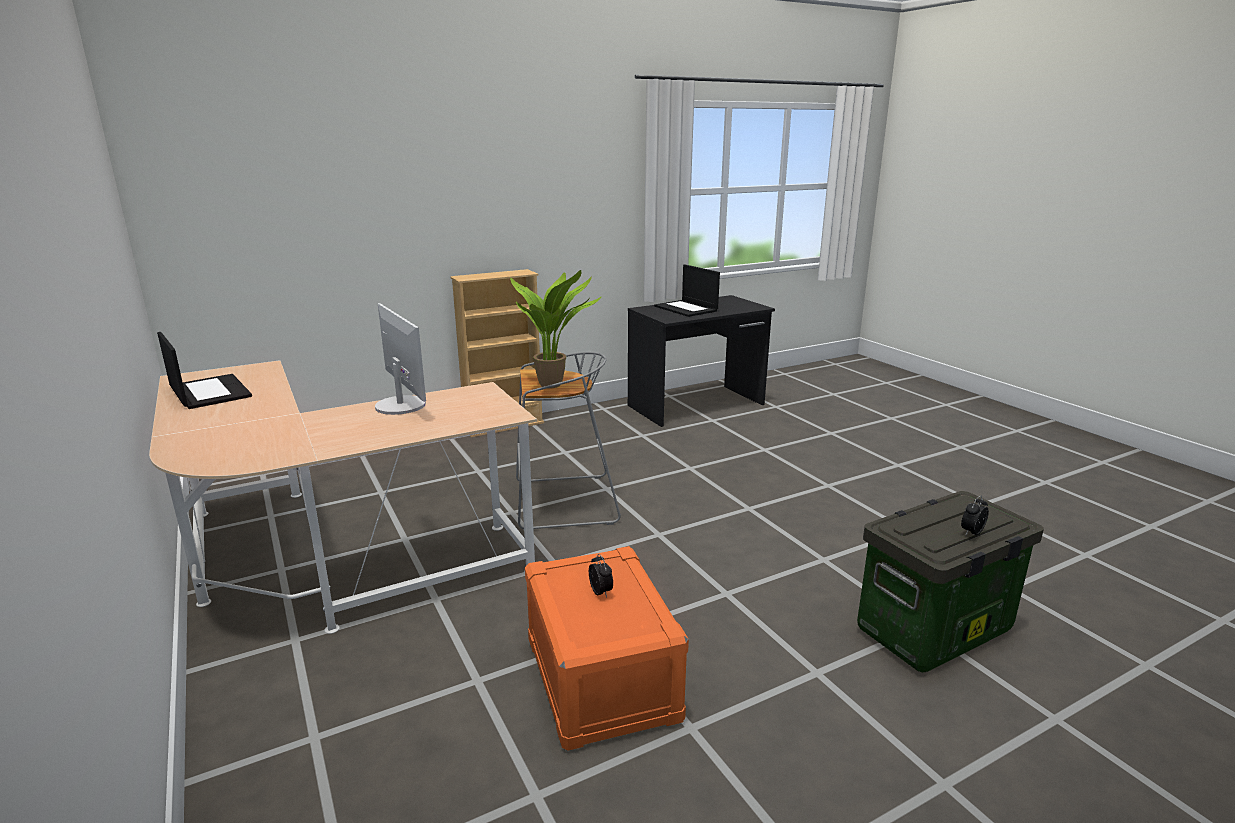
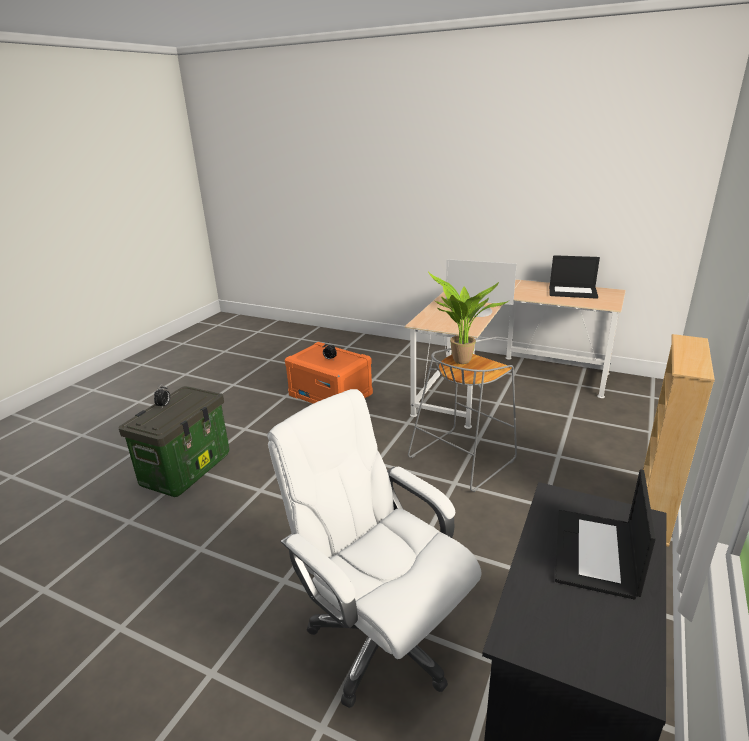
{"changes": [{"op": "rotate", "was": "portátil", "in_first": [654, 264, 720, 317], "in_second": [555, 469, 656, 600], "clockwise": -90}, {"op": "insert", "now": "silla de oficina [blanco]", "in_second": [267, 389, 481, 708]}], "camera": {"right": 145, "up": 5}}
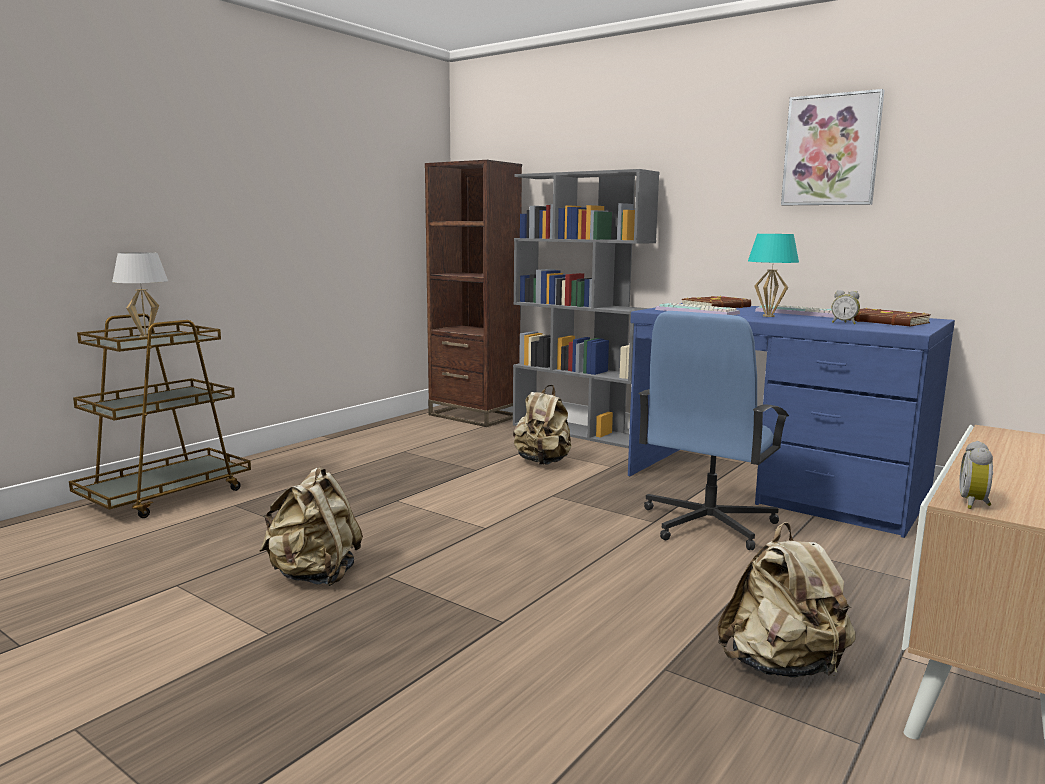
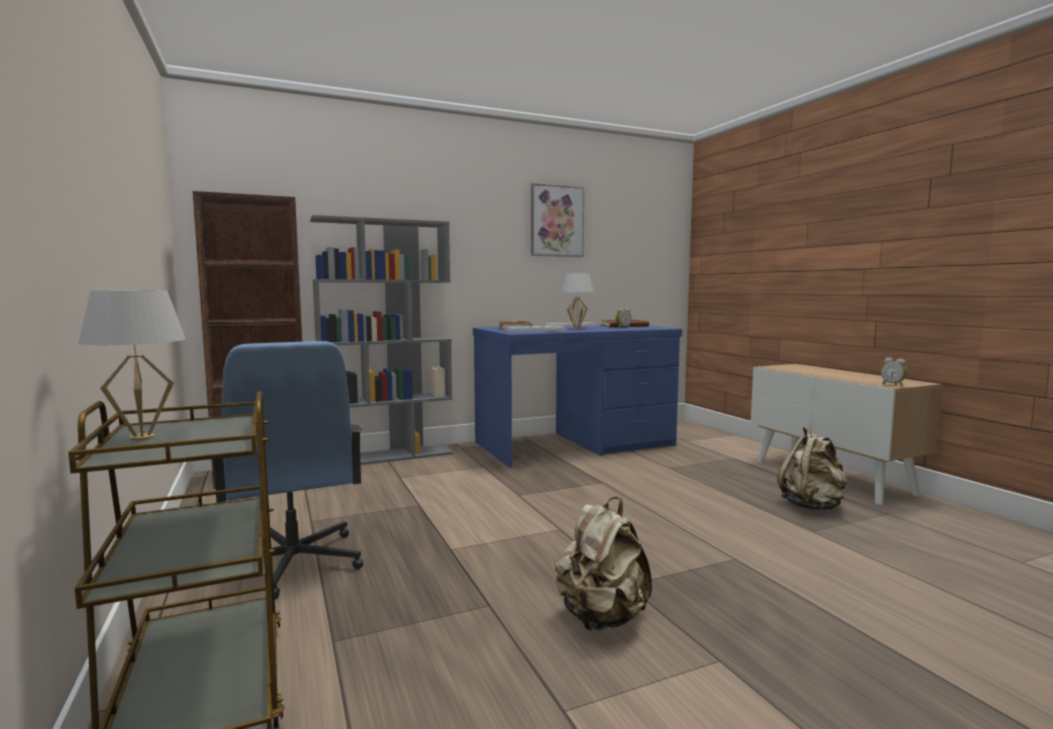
{"changes": [{"op": "recolor", "was": "lámpara de mesa [turquesa]", "now": "lámpara de mesa [blanco]", "in_first": [748, 234, 799, 317], "in_second": [561, 273, 594, 329]}, {"op": "move", "was": "silla de oficina [azul]", "in_first": [638, 311, 789, 550], "in_second": [213, 341, 363, 600]}, {"op": "delete", "was": "mochila [beis]", "in_first": [513, 385, 572, 465]}], "camera": {"right": -60, "up": -5}}
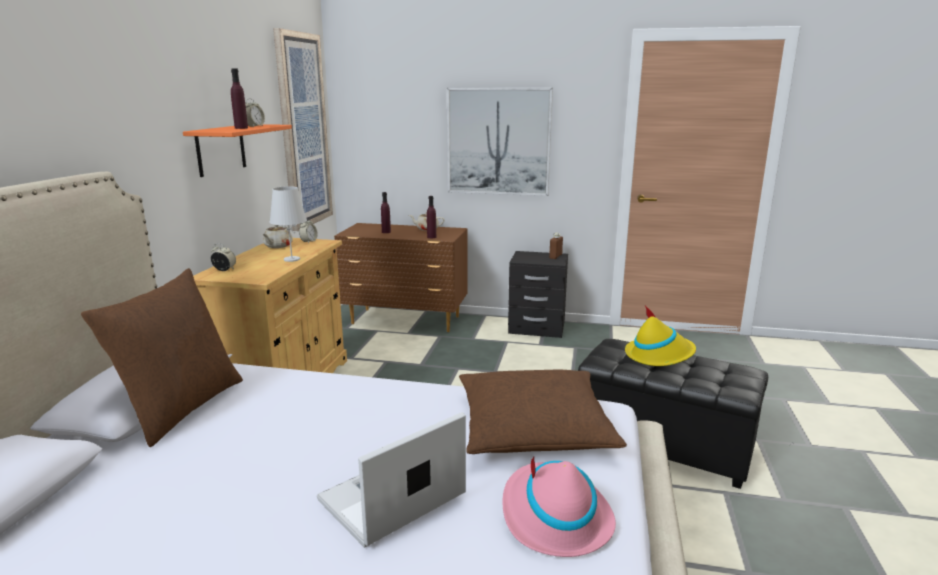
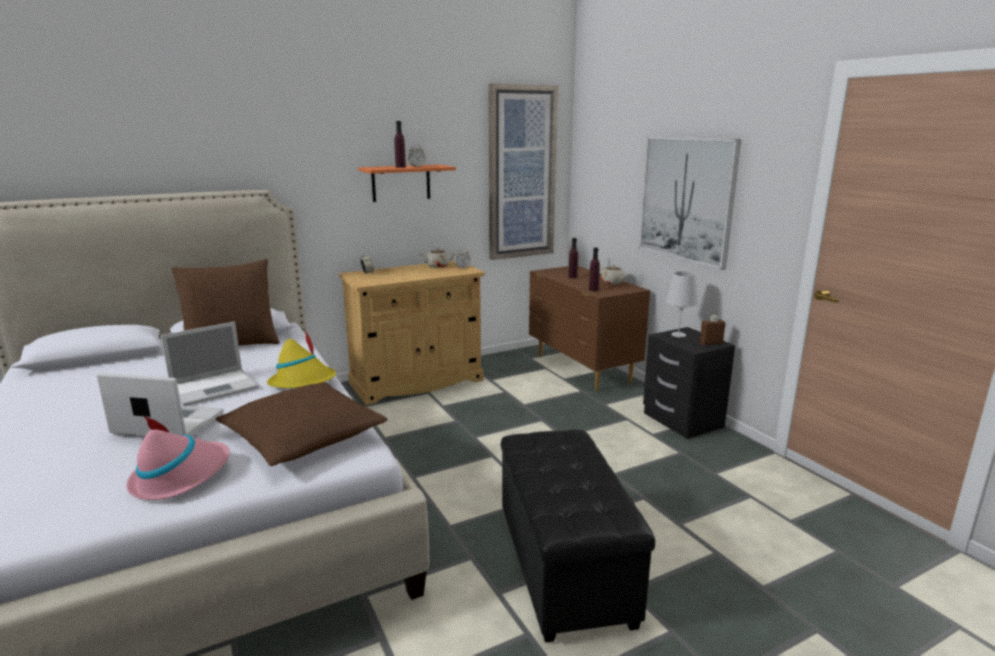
{"changes": [{"op": "move", "was": "lámpara de mesa [blanco]", "in_first": [269, 186, 307, 262], "in_second": [666, 271, 699, 338]}, {"op": "move", "was": "sombrero [amarillo]", "in_first": [625, 306, 696, 366], "in_second": [267, 329, 336, 388]}, {"op": "insert", "now": "portátil", "in_second": [161, 322, 258, 406]}], "camera": {"right": 50, "up": 0}}
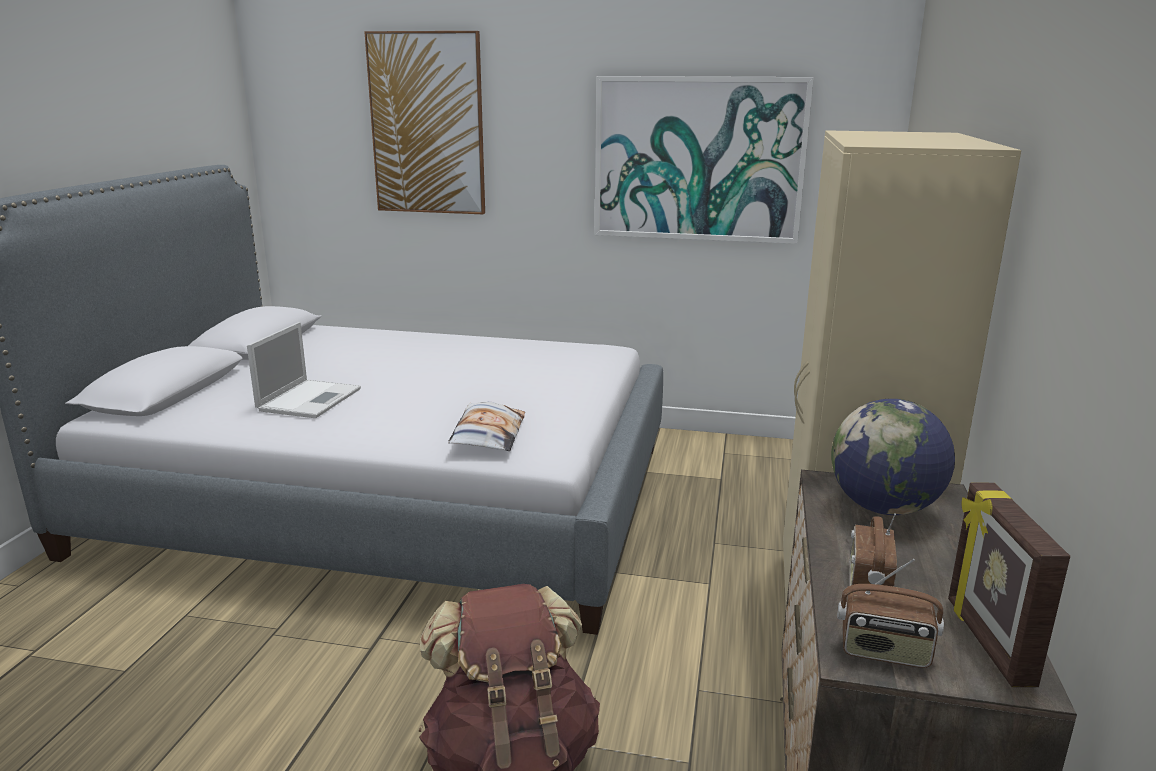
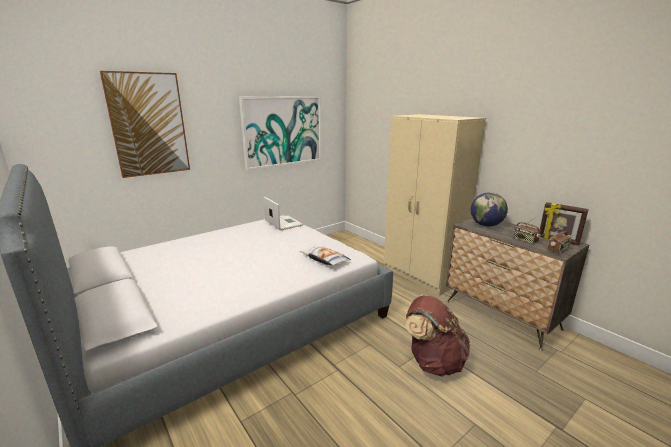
{"changes": [{"op": "move", "was": "portátil", "in_first": [247, 322, 361, 418], "in_second": [264, 197, 303, 231]}], "camera": {"right": -50, "up": 0}}
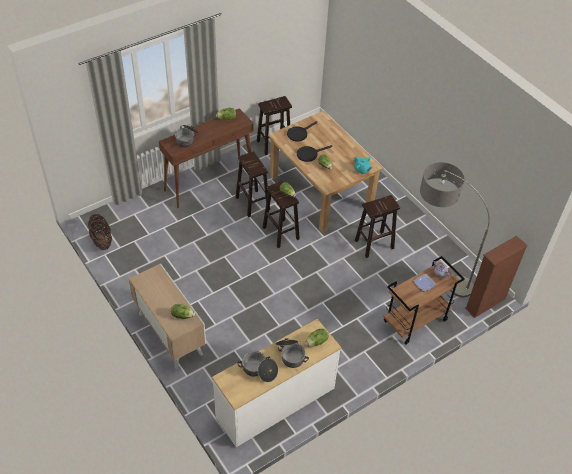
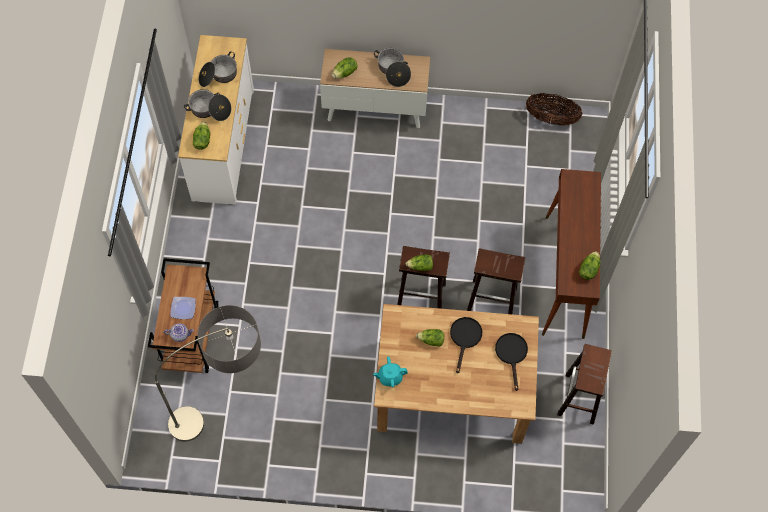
{"changes": [{"op": "move", "was": "olla", "in_first": [175, 125, 200, 147], "in_second": [374, 48, 411, 87]}, {"op": "delete", "was": "taburete [marrón]", "in_first": [355, 195, 400, 258]}, {"op": "delete", "was": "estantería [marrón]", "in_first": [465, 236, 528, 318]}], "camera": {"right": 130, "up": 15}}
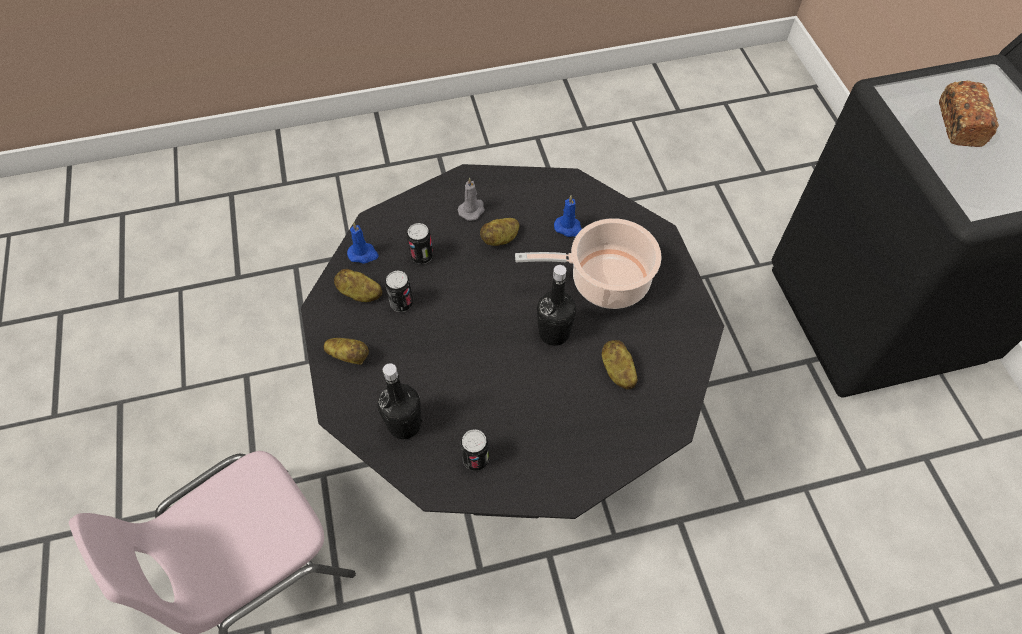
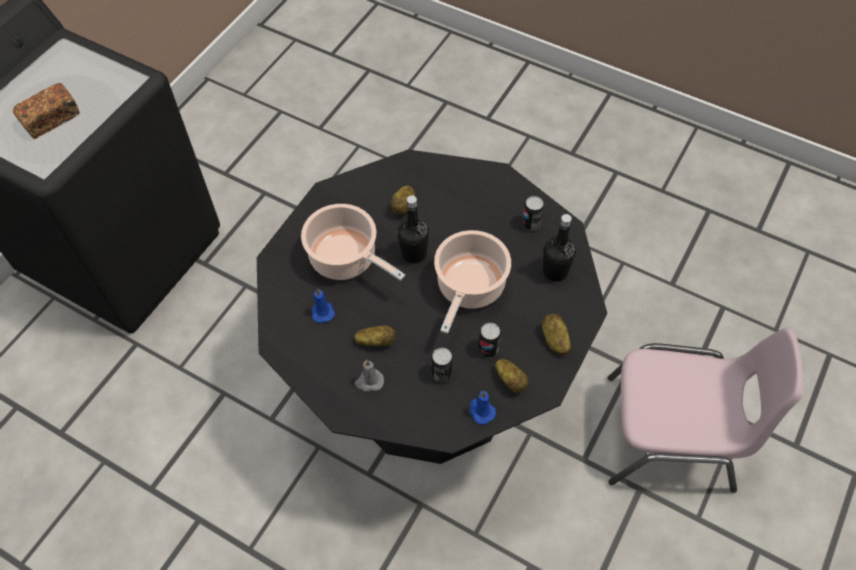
{"changes": [{"op": "insert", "now": "olla", "in_second": [434, 230, 511, 334]}], "camera": {"right": -135, "up": 0}}
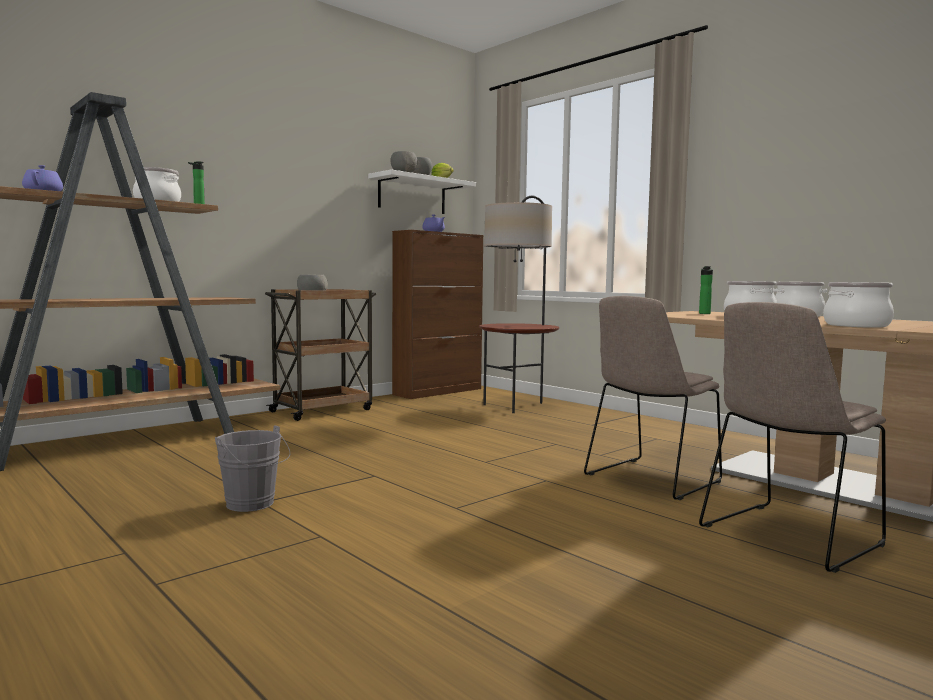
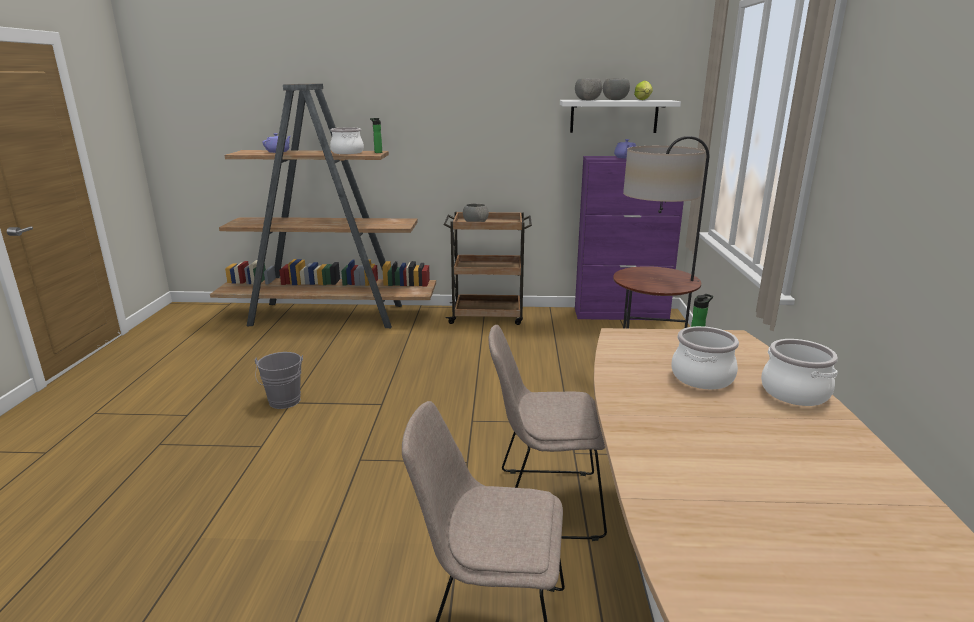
{"changes": [{"op": "recolor", "was": "armario [marrón]", "now": "armario [morado]", "in_first": [392, 230, 483, 399], "in_second": [575, 156, 684, 320]}, {"op": "delete", "was": "olla", "in_first": [823, 282, 894, 328]}], "camera": {"right": 45, "up": 15}}
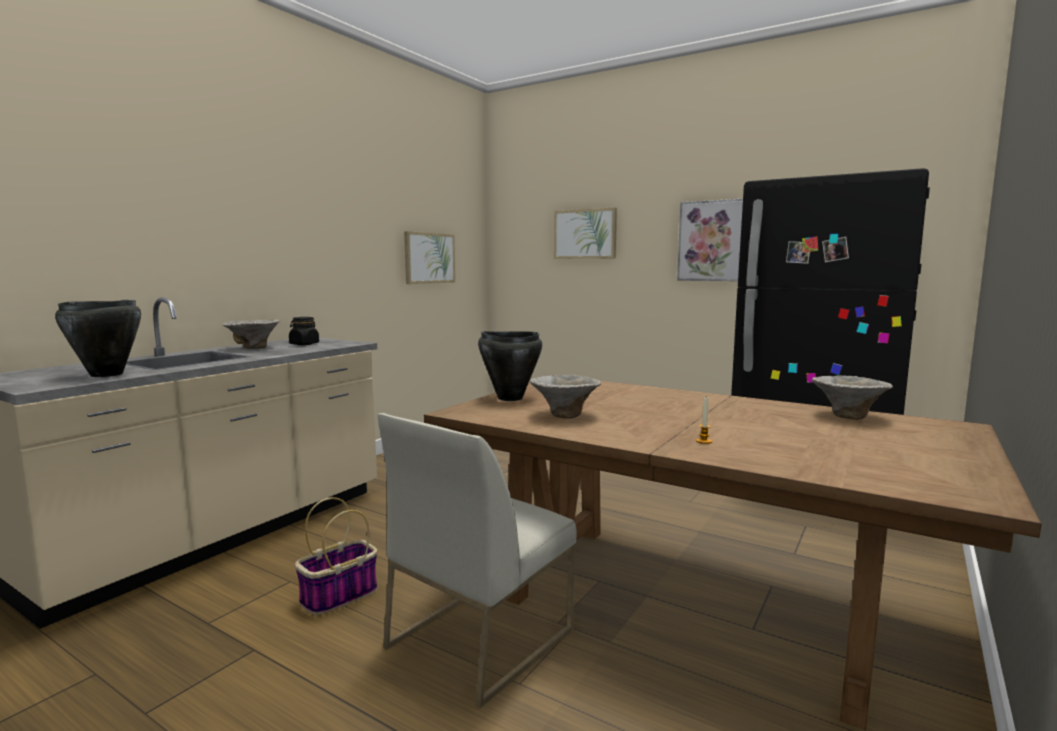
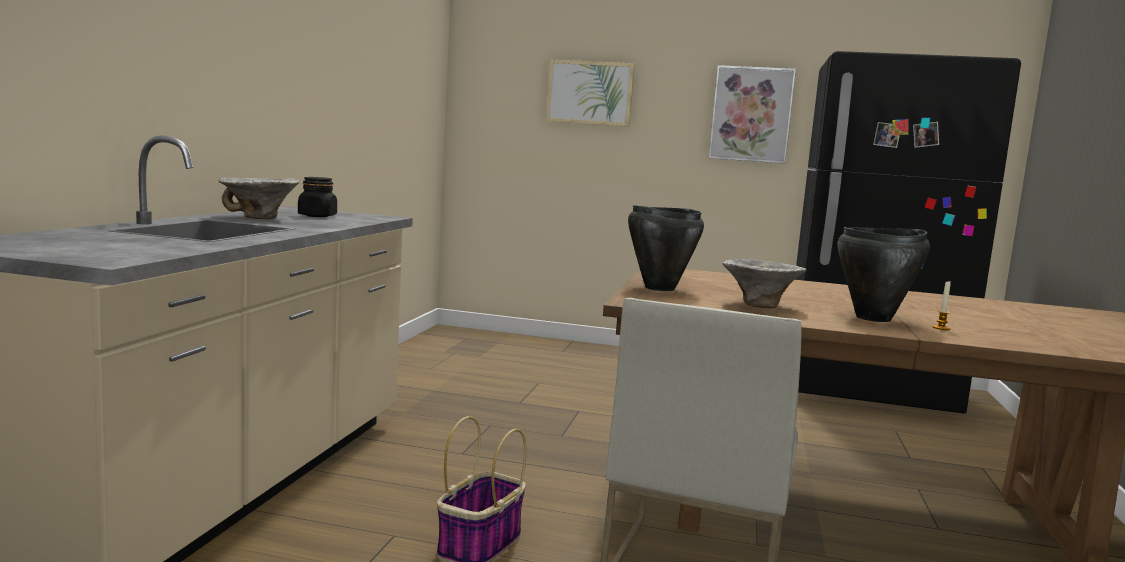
{"changes": [{"op": "delete", "was": "cuadro", "in_first": [404, 231, 455, 284]}, {"op": "move", "was": "olla [negro]", "in_first": [55, 300, 141, 377], "in_second": [838, 227, 930, 322]}, {"op": "delete", "was": "cuenco", "in_first": [812, 375, 893, 420]}], "camera": {"right": -20, "up": 0}}
